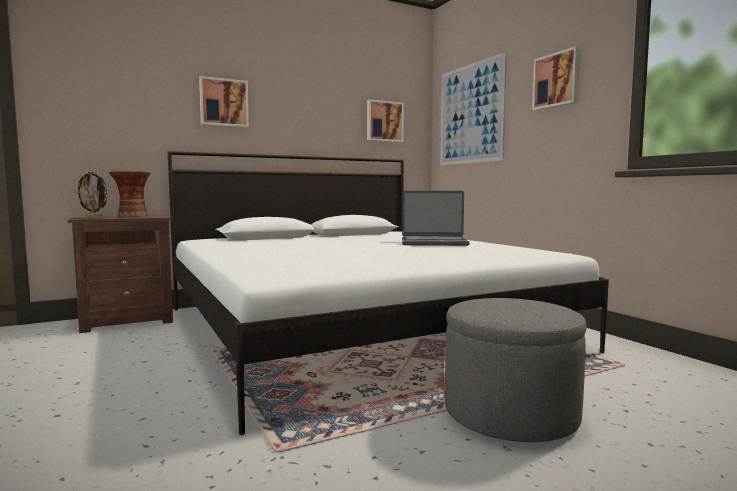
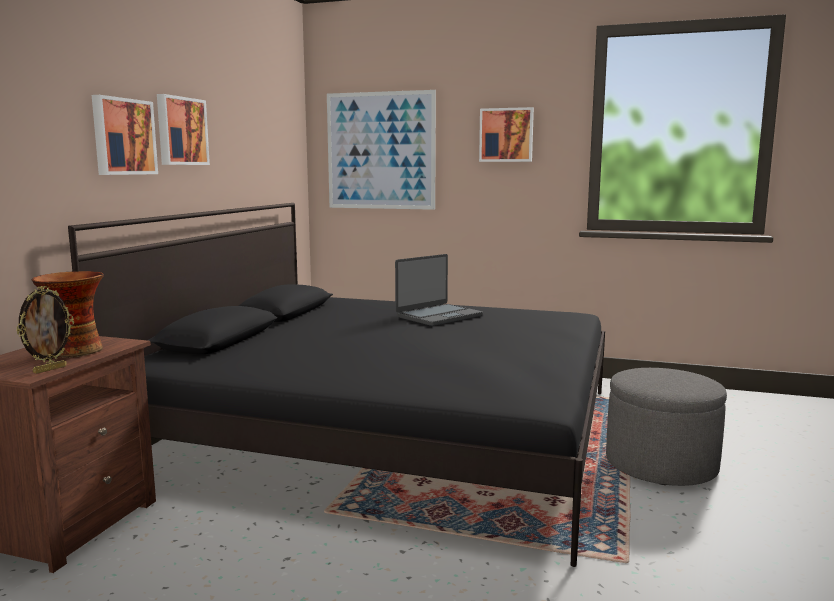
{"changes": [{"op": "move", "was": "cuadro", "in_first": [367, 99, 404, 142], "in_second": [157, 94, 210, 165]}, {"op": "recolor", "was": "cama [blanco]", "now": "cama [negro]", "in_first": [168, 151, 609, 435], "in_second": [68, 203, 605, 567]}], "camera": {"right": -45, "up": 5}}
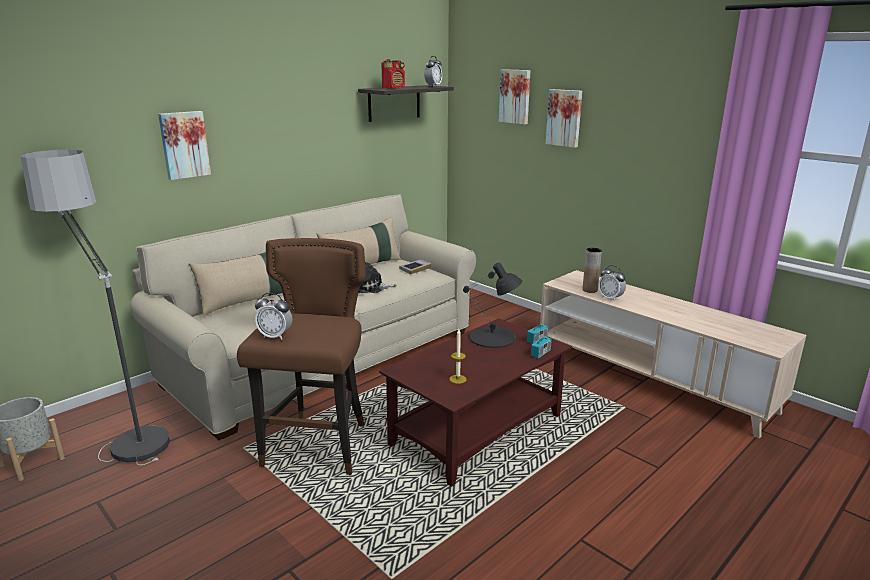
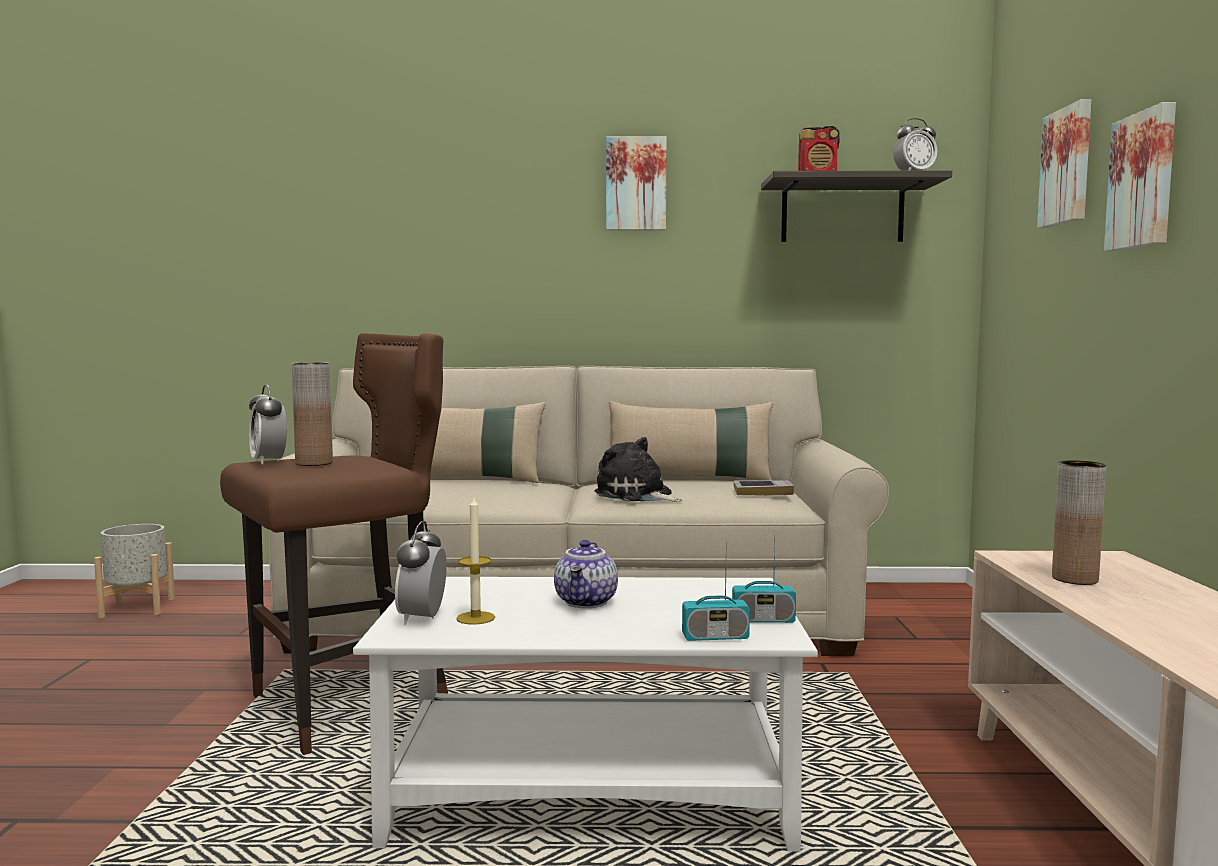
{"changes": [{"op": "move", "was": "cuadro", "in_first": [158, 111, 211, 180], "in_second": [606, 136, 667, 230]}, {"op": "delete", "was": "lámpara de pie", "in_first": [21, 150, 170, 465]}, {"op": "delete", "was": "lámpara de mesa [negro]", "in_first": [463, 263, 523, 348]}, {"op": "move", "was": "despertador", "in_first": [598, 265, 626, 302], "in_second": [395, 521, 447, 625]}, {"op": "recolor", "was": "mesa de centro [marrón]", "now": "mesa de centro [blanco]", "in_first": [379, 318, 572, 487], "in_second": [353, 577, 818, 852]}, {"op": "insert", "now": "florero [marrón]", "in_second": [291, 362, 333, 466]}, {"op": "insert", "now": "tetera", "in_second": [554, 540, 618, 608]}], "camera": {"right": 45, "up": -15}}
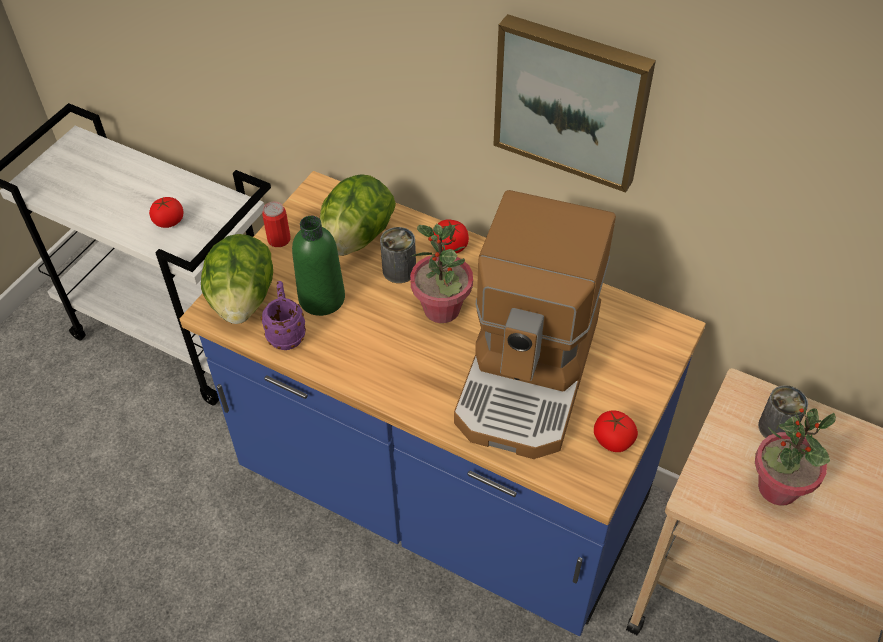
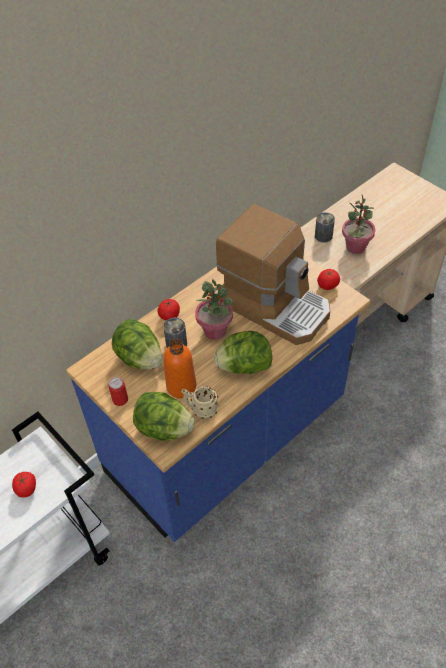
{"changes": [{"op": "delete", "was": "cuadro", "in_first": [493, 14, 656, 193]}, {"op": "recolor", "was": "botella [verde]", "now": "botella [naranja]", "in_first": [292, 216, 345, 316], "in_second": [164, 339, 196, 399]}, {"op": "recolor", "was": "taza grande [morado]", "now": "taza grande [beis]", "in_first": [261, 281, 306, 350], "in_second": [181, 386, 218, 419]}, {"op": "insert", "now": "lechuga", "in_second": [214, 331, 272, 374]}], "camera": {"right": -70, "up": 0}}
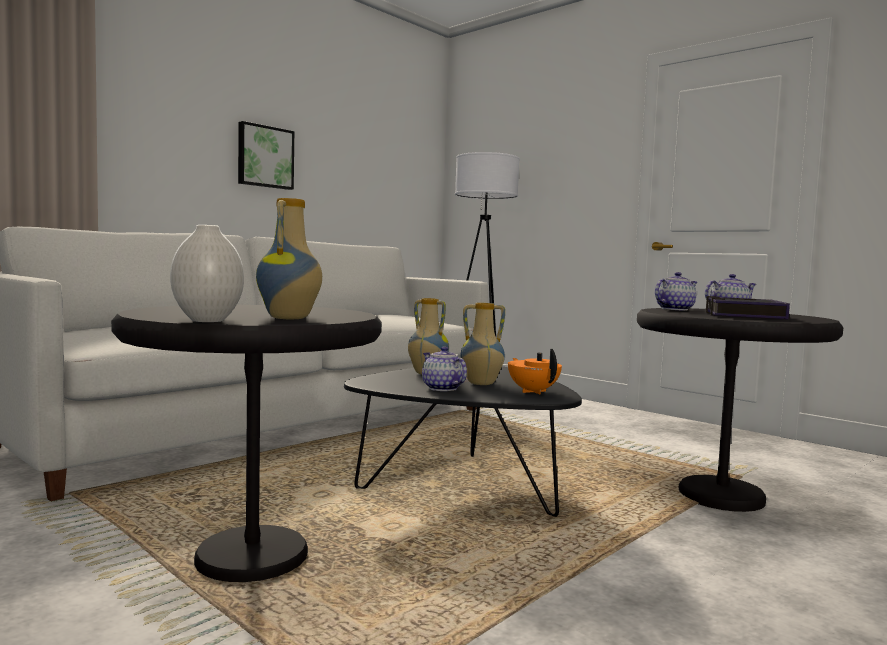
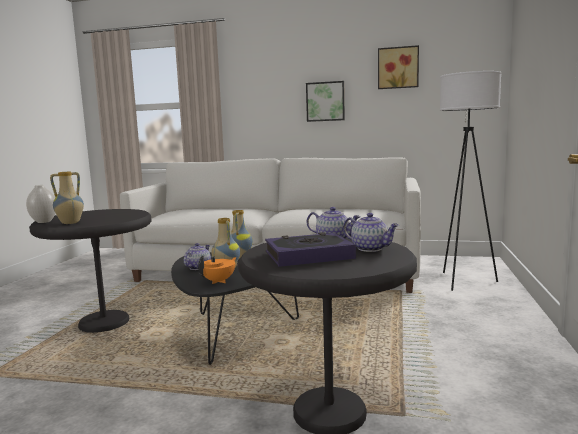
{"changes": [{"op": "insert", "now": "cuadro", "in_second": [378, 45, 419, 89]}], "camera": {"right": 60, "up": 5}}
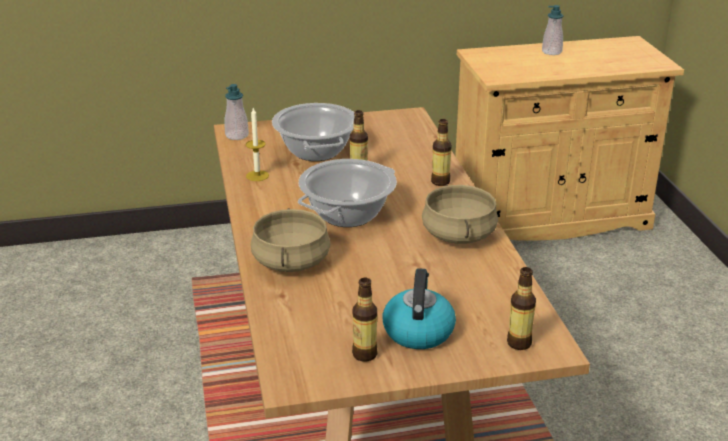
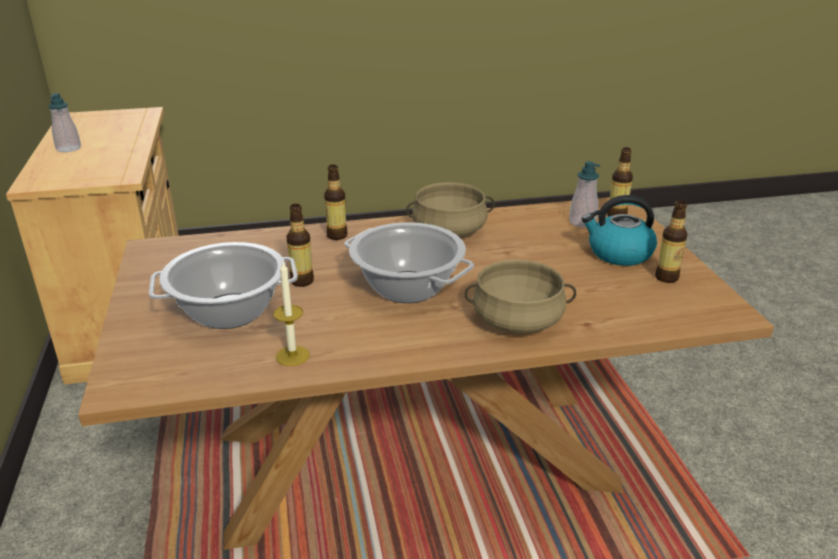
{"changes": [{"op": "move", "was": "dispensador de jabón", "in_first": [225, 84, 249, 140], "in_second": [569, 161, 601, 228]}], "camera": {"right": -90, "up": 0}}
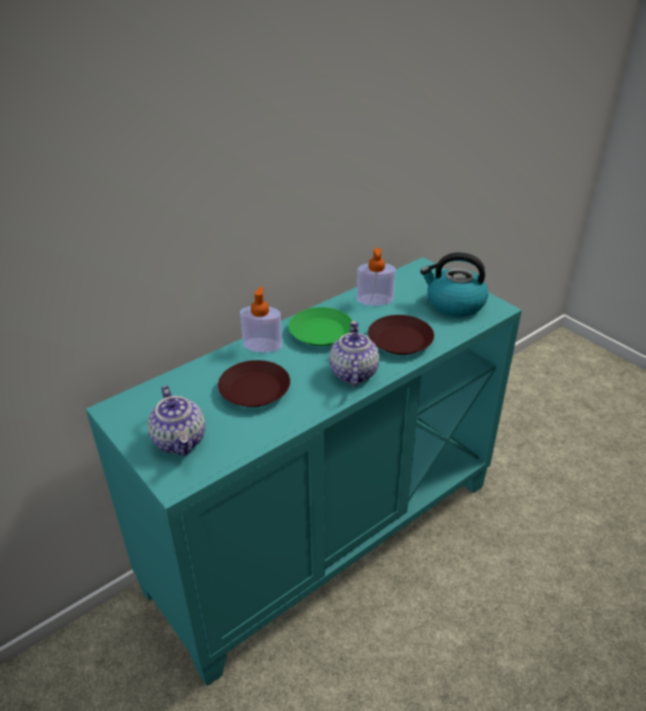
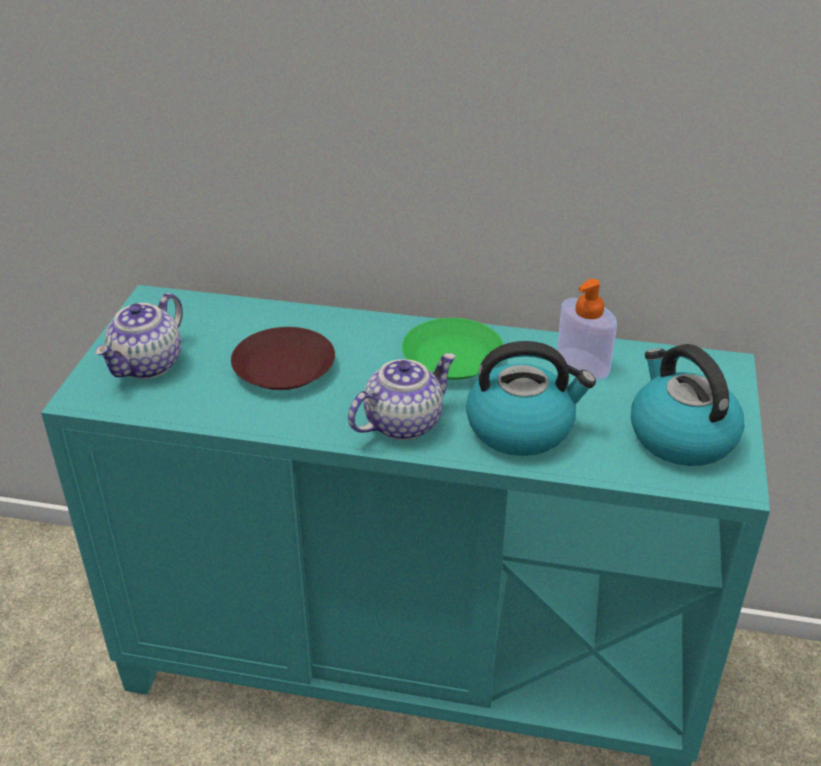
{"changes": [{"op": "delete", "was": "dispensador de jabón", "in_first": [240, 287, 282, 353]}, {"op": "replace", "was": "plato [marrón]", "now": "hervidor", "in_first": [368, 315, 434, 355], "in_second": [466, 341, 596, 456]}], "camera": {"right": 50, "up": 0}}
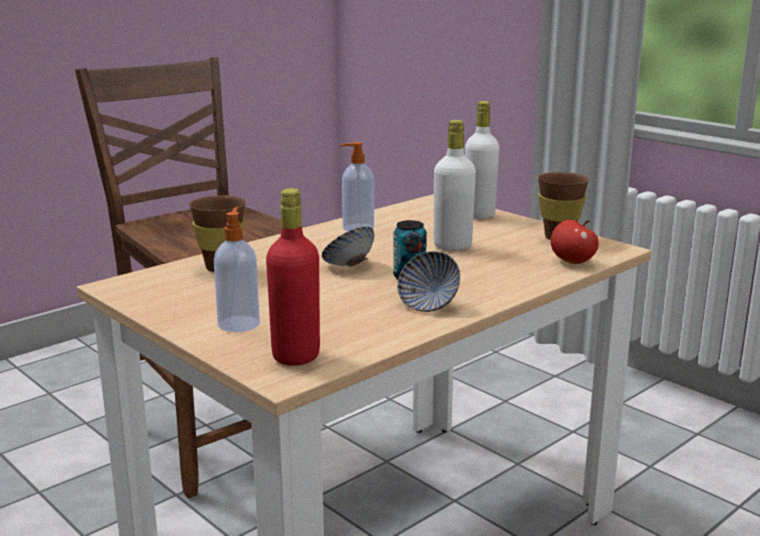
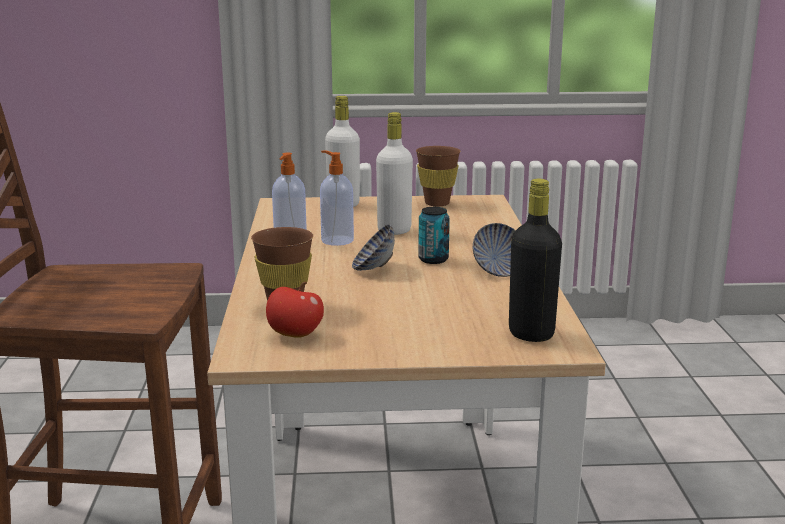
{"changes": [{"op": "recolor", "was": "botella [rojo]", "now": "botella [negro]", "in_first": [266, 188, 320, 366], "in_second": [509, 179, 562, 342]}, {"op": "move", "was": "dispensador de jabón", "in_first": [214, 207, 260, 332], "in_second": [320, 151, 354, 246]}, {"op": "move", "was": "manzana", "in_first": [550, 220, 599, 264], "in_second": [266, 282, 324, 338]}], "camera": {"right": -50, "up": 0}}
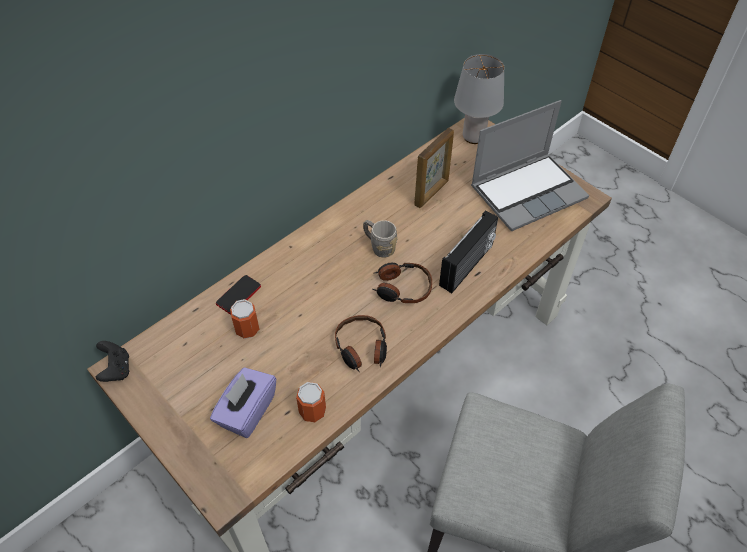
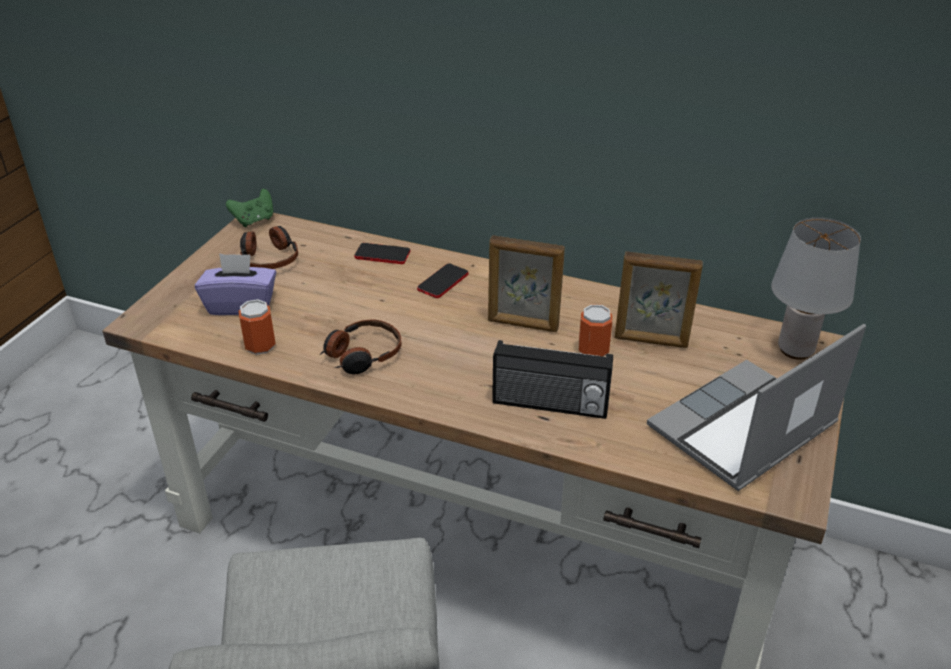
{"changes": [{"op": "rotate", "was": "portátil", "in_first": [471, 100, 589, 232], "in_second": [647, 324, 866, 491], "clockwise": 105}, {"op": "replace", "was": "taza grande [gris]", "now": "portarretratos", "in_first": [363, 220, 398, 258], "in_second": [488, 235, 565, 332]}, {"op": "move", "was": "auriculares", "in_first": [373, 263, 432, 303], "in_second": [240, 226, 298, 269]}, {"op": "move", "was": "lata", "in_first": [230, 299, 259, 339], "in_second": [579, 304, 612, 357]}, {"op": "recolor", "was": "mando de consola [negro]", "now": "mando de consola [verde]", "in_first": [96, 341, 129, 382], "in_second": [226, 189, 273, 227]}, {"op": "insert", "now": "móvil", "in_second": [417, 263, 469, 298]}], "camera": {"right": 65, "up": -15}}
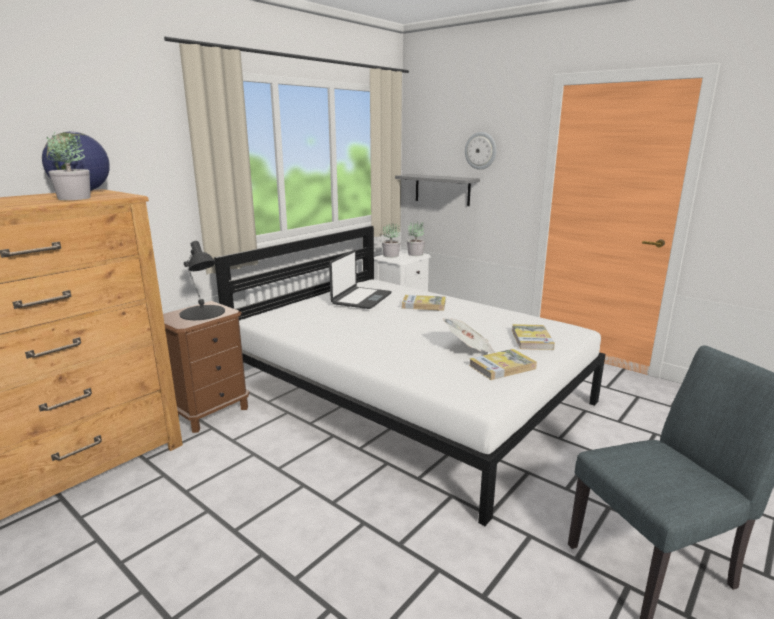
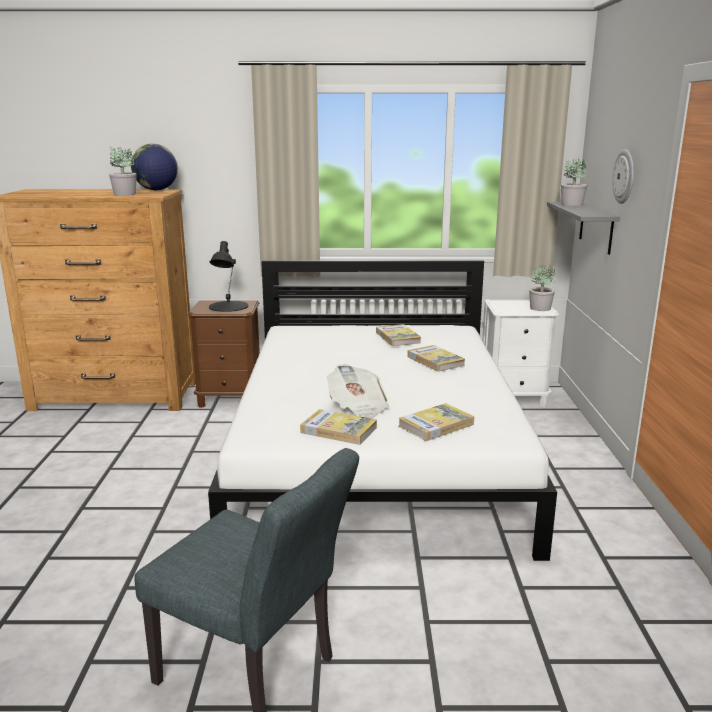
{"changes": [{"op": "move", "was": "planta en maceta", "in_first": [382, 224, 400, 258], "in_second": [561, 158, 587, 206]}, {"op": "replace", "was": "portátil", "now": "libro", "in_first": [329, 250, 392, 309], "in_second": [376, 324, 421, 346]}], "camera": {"right": 50, "up": 0}}
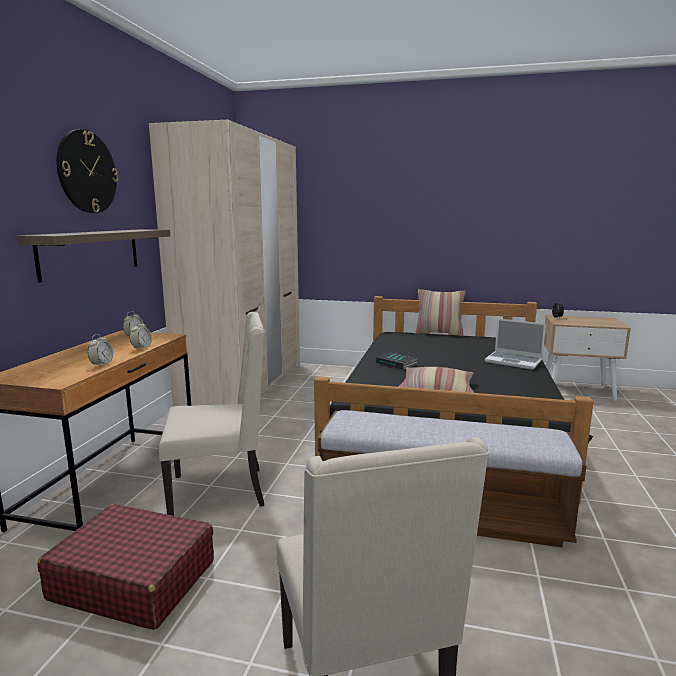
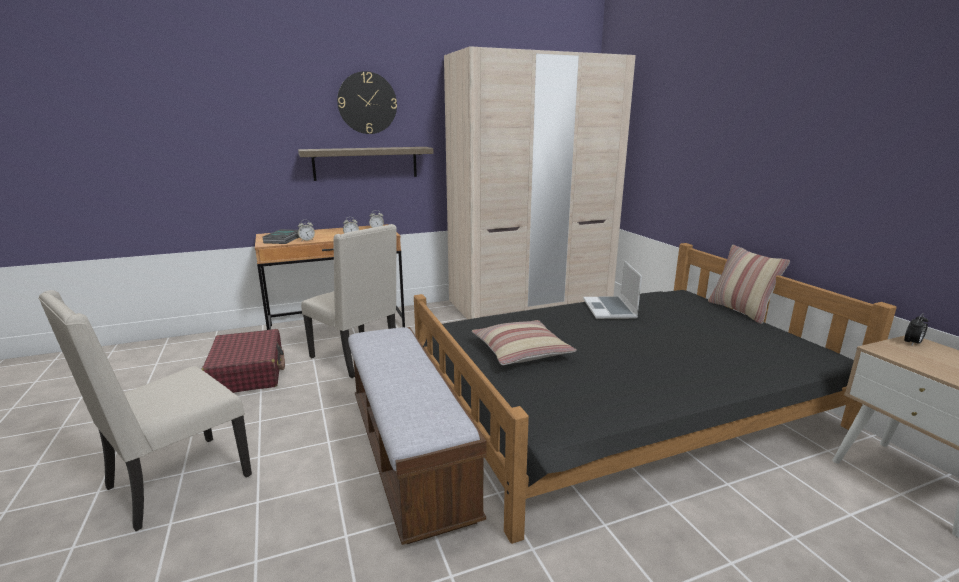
{"changes": [{"op": "move", "was": "portátil", "in_first": [485, 318, 546, 370], "in_second": [583, 260, 642, 319]}, {"op": "move", "was": "libro", "in_first": [376, 352, 417, 370], "in_second": [262, 229, 300, 244]}], "camera": {"right": 55, "up": 5}}
